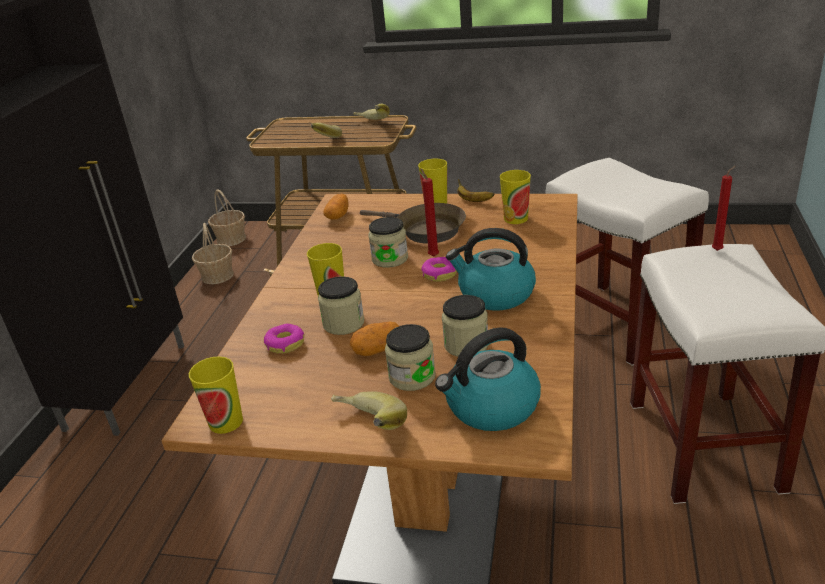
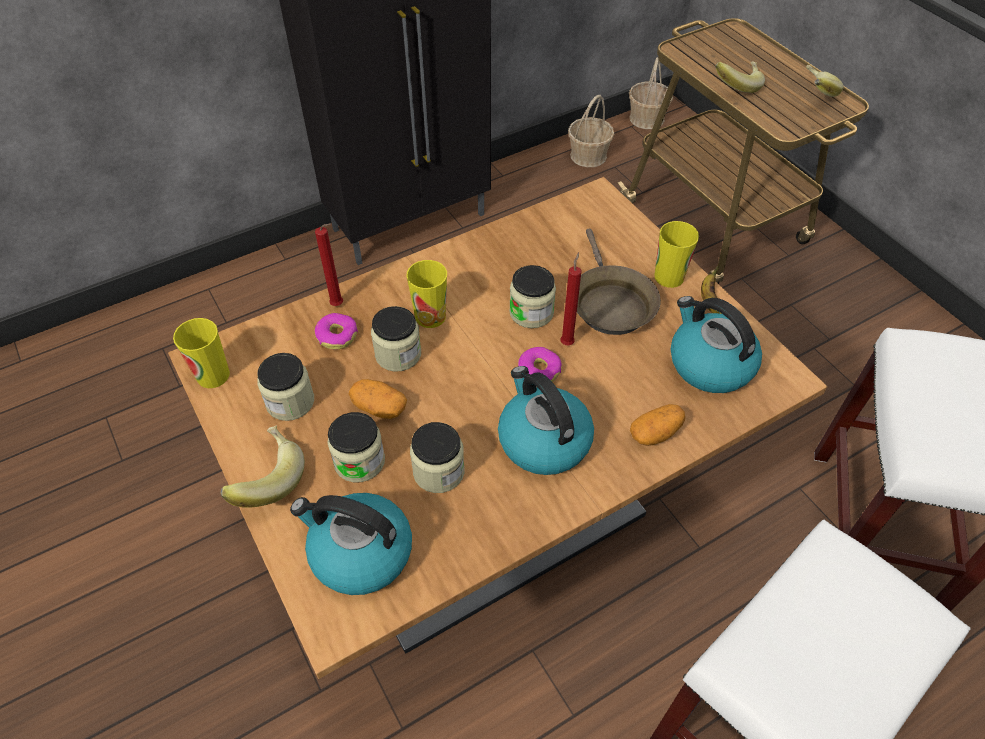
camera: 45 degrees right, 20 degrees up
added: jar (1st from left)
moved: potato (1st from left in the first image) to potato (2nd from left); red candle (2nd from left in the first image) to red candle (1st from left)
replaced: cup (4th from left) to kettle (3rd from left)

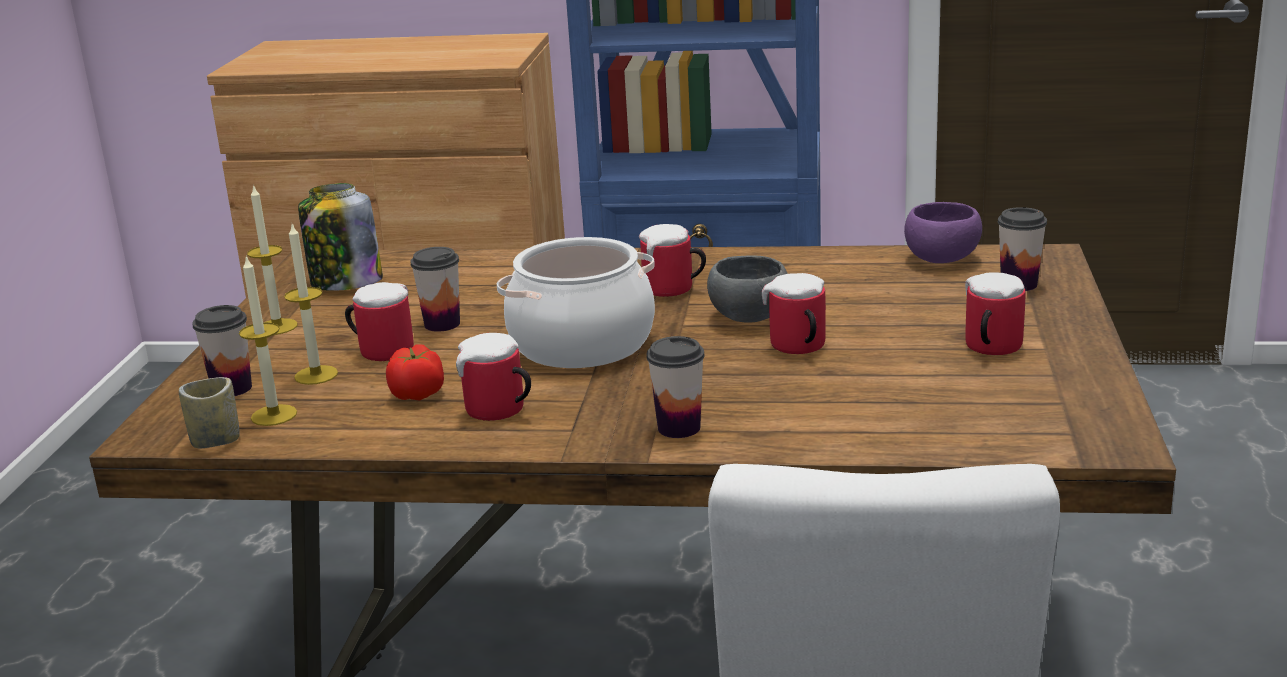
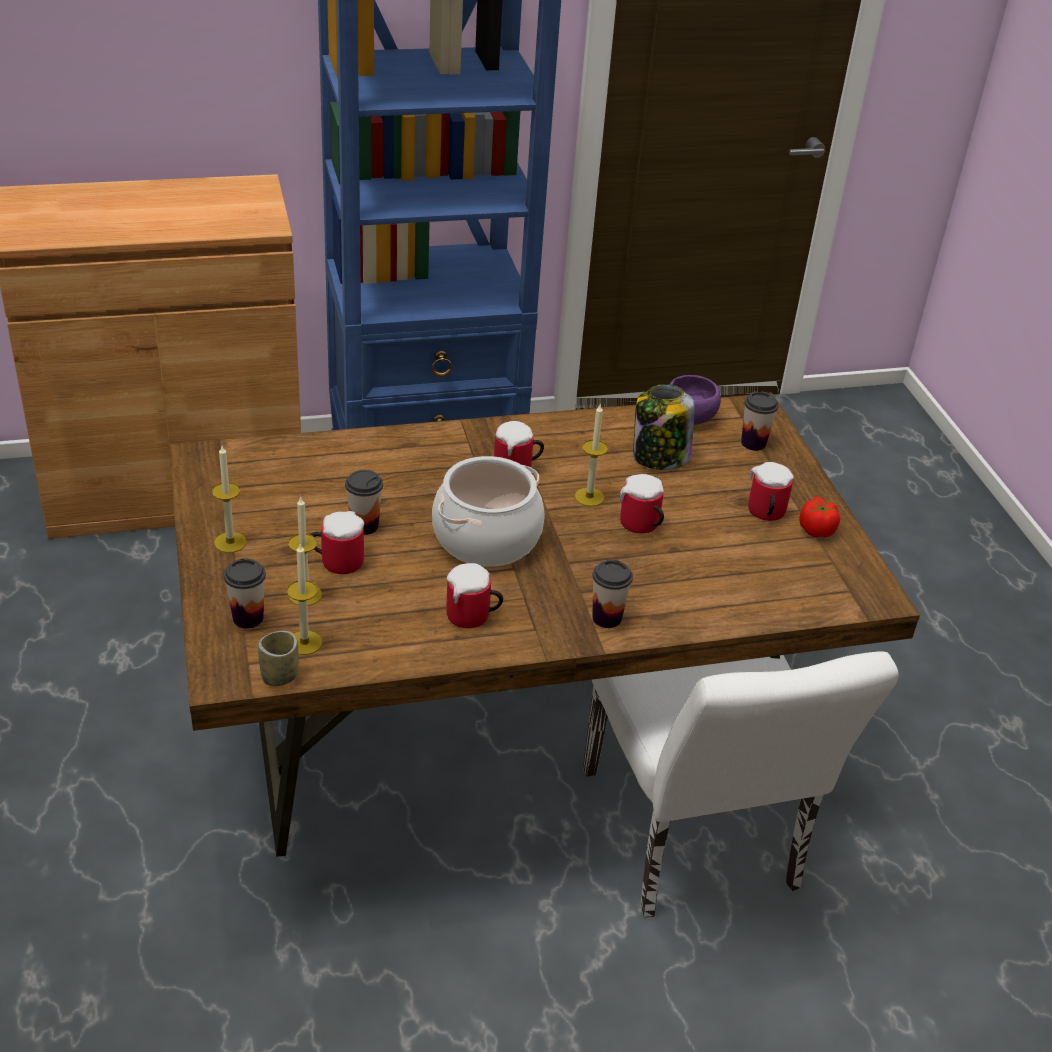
camera: 25 degrees left, 15 degrees up
moved: jar; tomato
replaced: grey bowl to candle (4th from left)

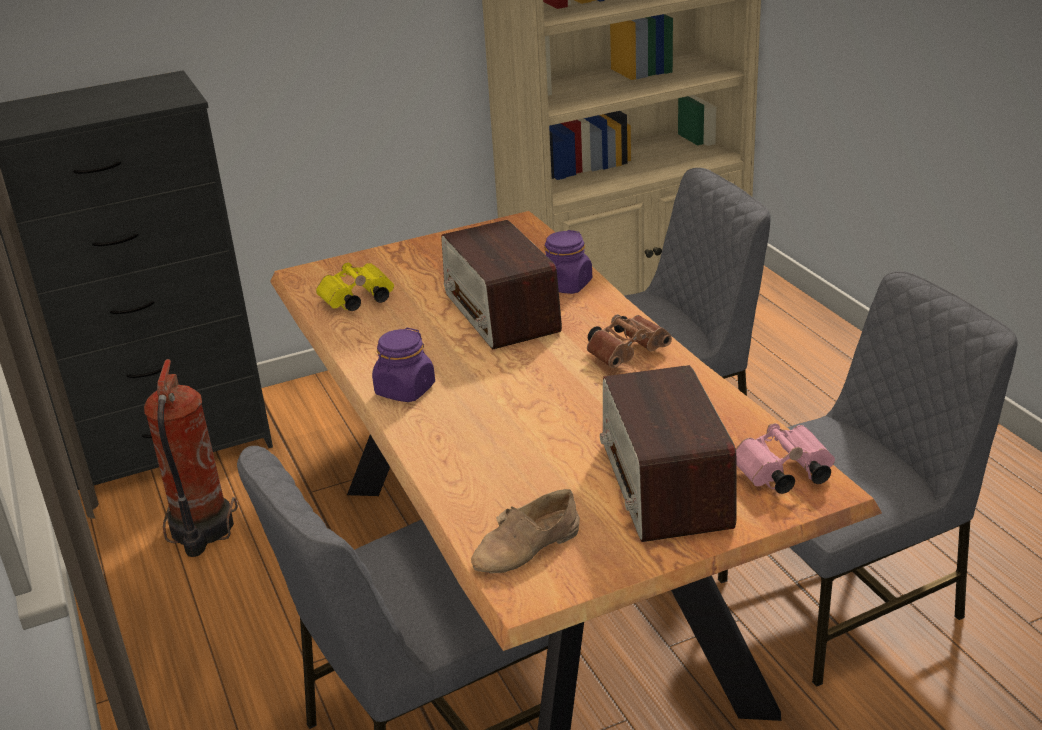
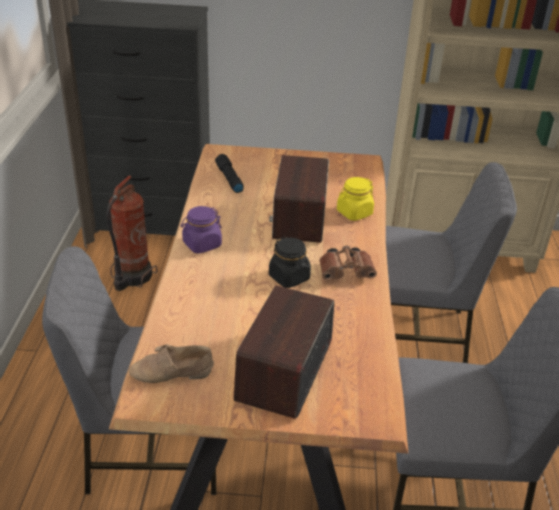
camera: 25 degrees right, 5 degrees up
removed: pink binoculars
added: black jar
replaced: yellow binoculars to black flashlight
recoloured: purple jar (2nd from left) to yellow jar

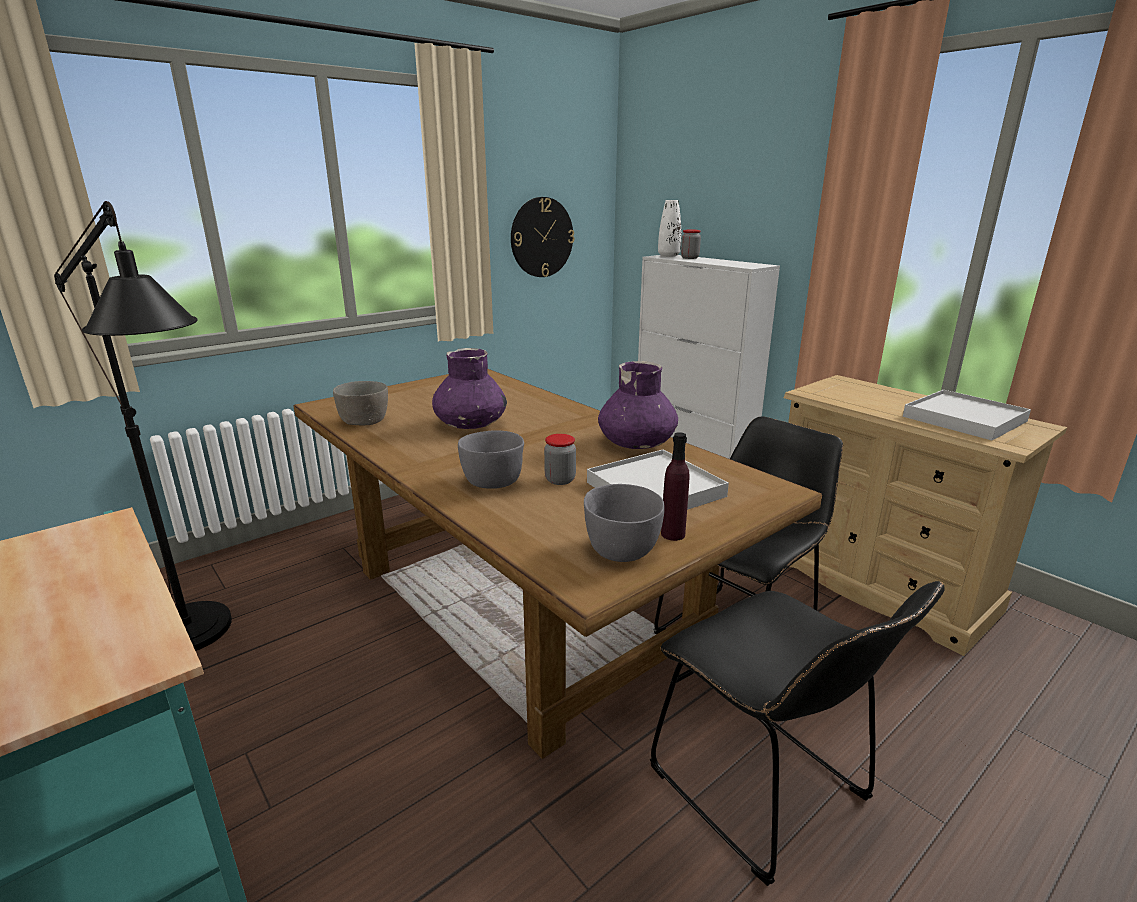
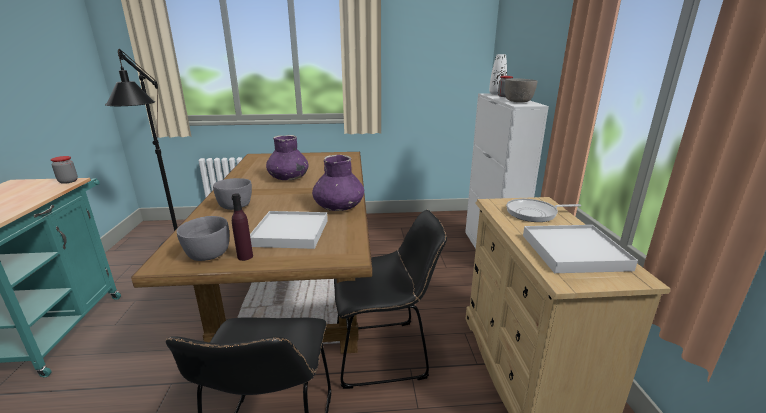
camera: 35 degrees right, 0 degrees up
removed: wall clock
added: frying pan
moved: grey bowl (1st from left in the first image) to grey bowl (3rd from left); jar (1st from left)

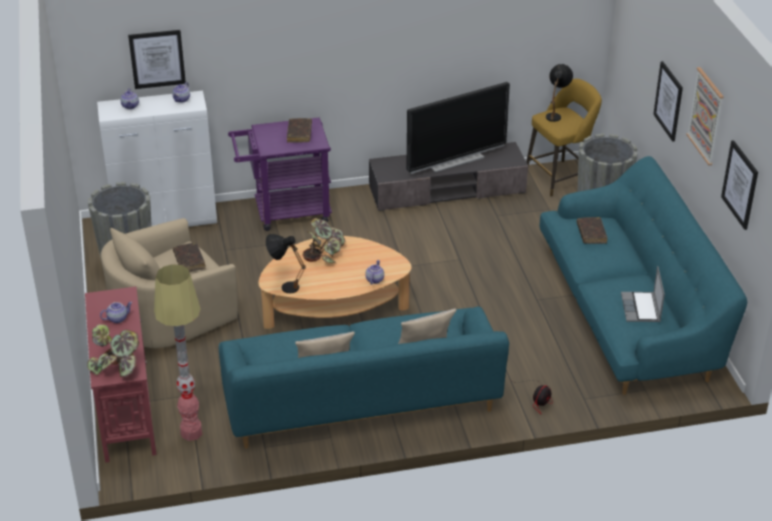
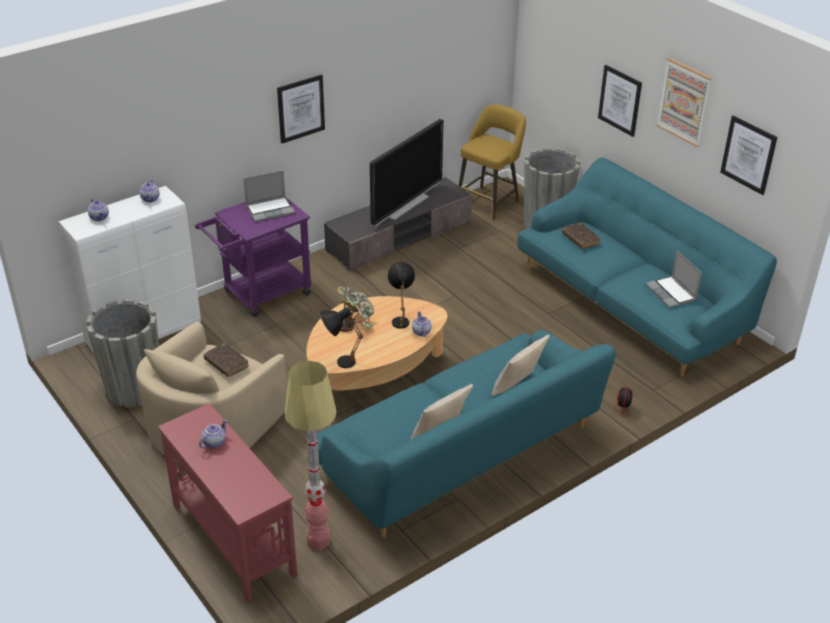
camera: 25 degrees left, 0 degrees up
removed: potted plant (1st from left)
moved: picture (1st from left); black table lamp (2nd from left)
replaced: brown book (2nd from left) to laptop (1st from left)

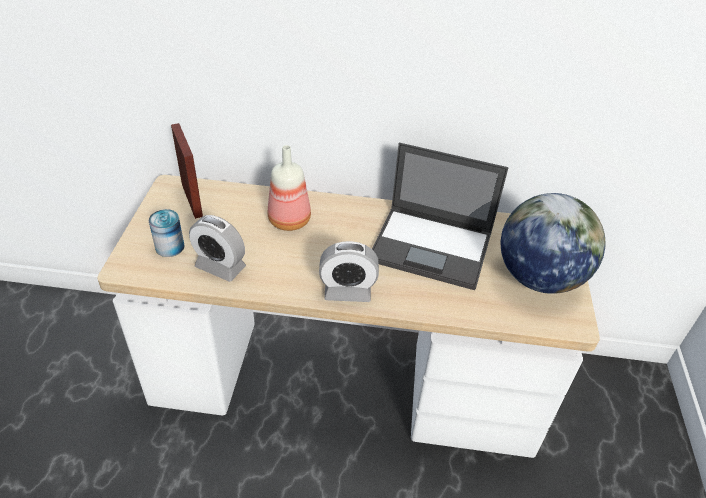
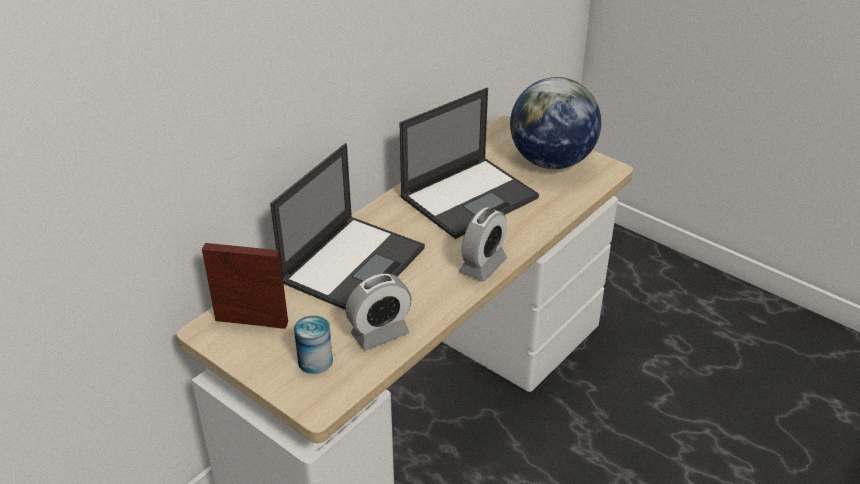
camera: 55 degrees left, 5 degrees down
replaced: bottle to laptop (1st from left)

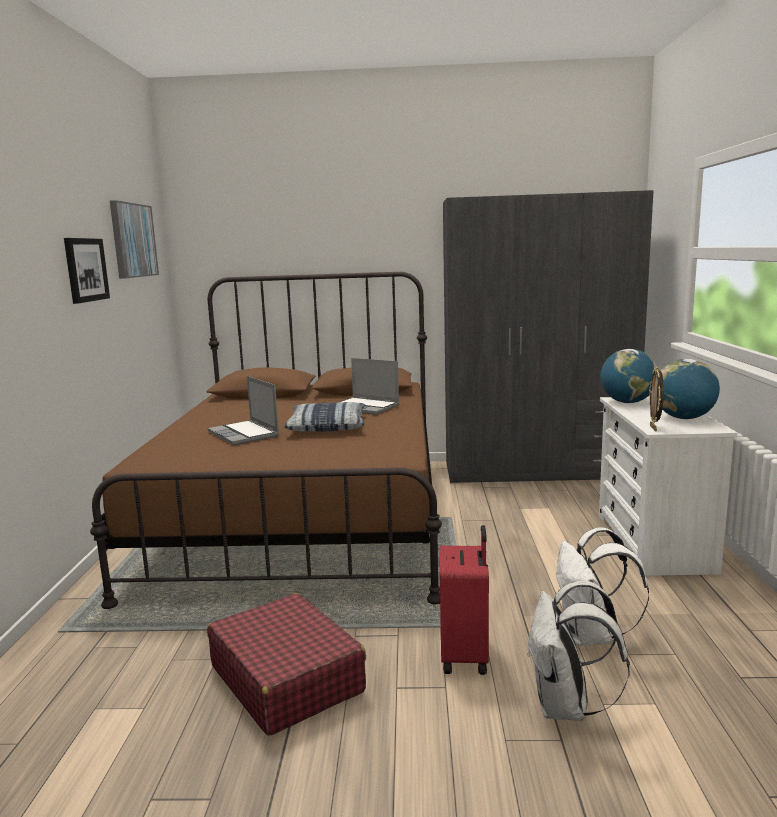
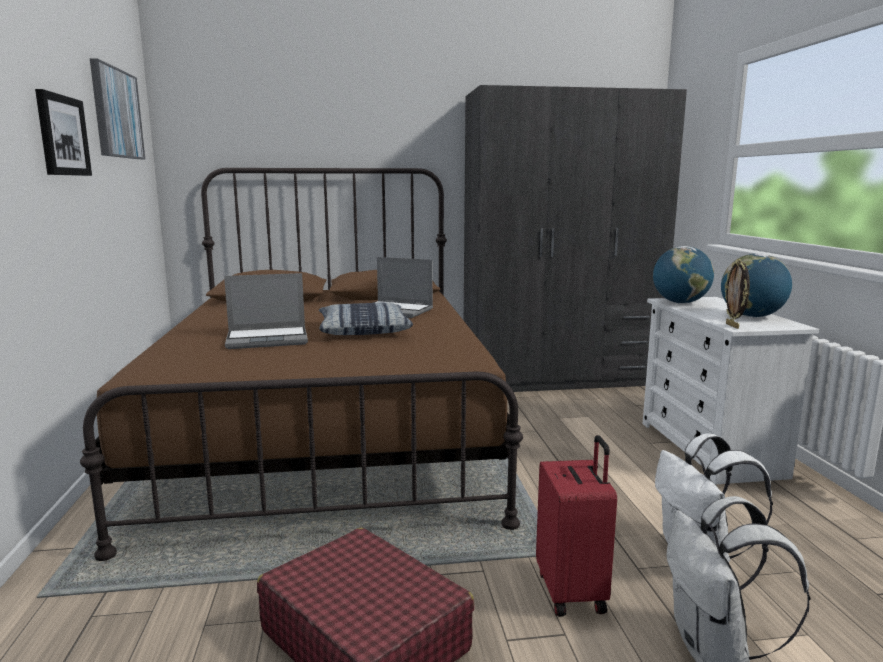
camera: 10 degrees left, 0 degrees up
turned: laptop (1st from left) 60 degrees counterclockwise

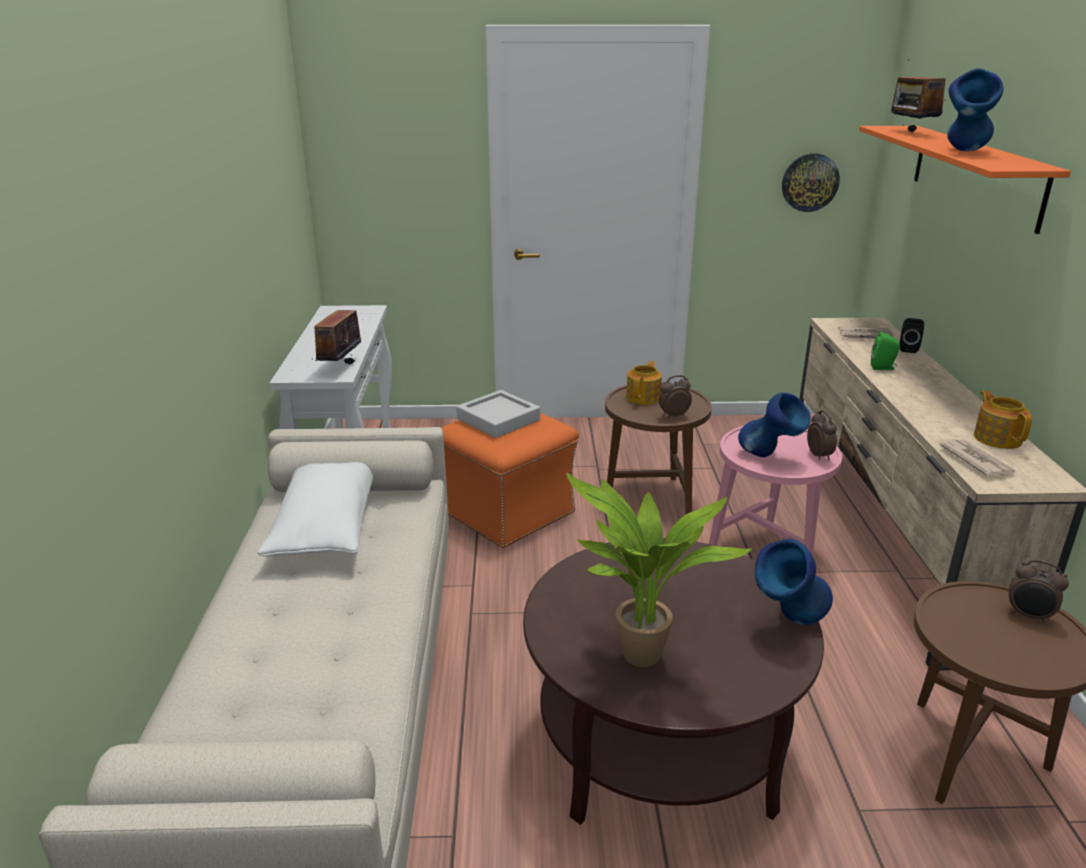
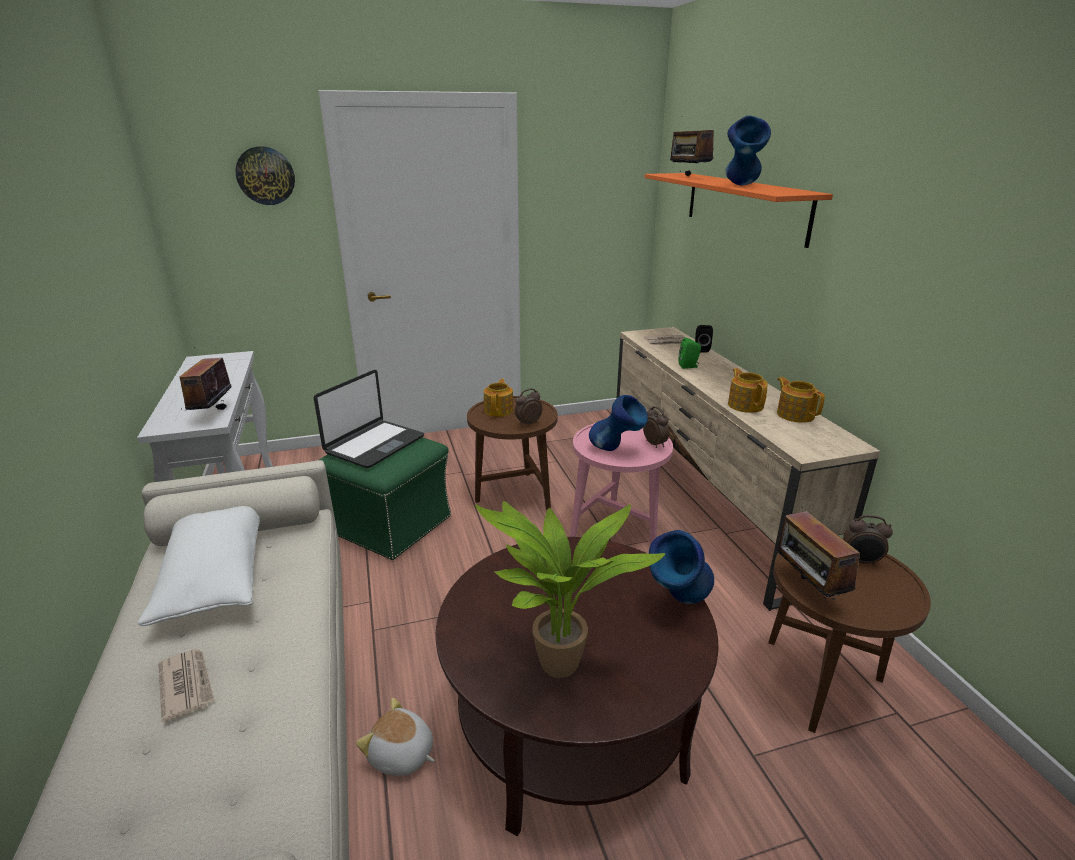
camera: 15 degrees left, 0 degrees up
added: plush toy; teapot (2nd from left); radio (3rd from left)
moved: wall clock; newspaper (2nd from left in the first image) to newspaper (1st from left)
replaced: grey tray to laptop
recoloured: orange ottoman to green ottoman

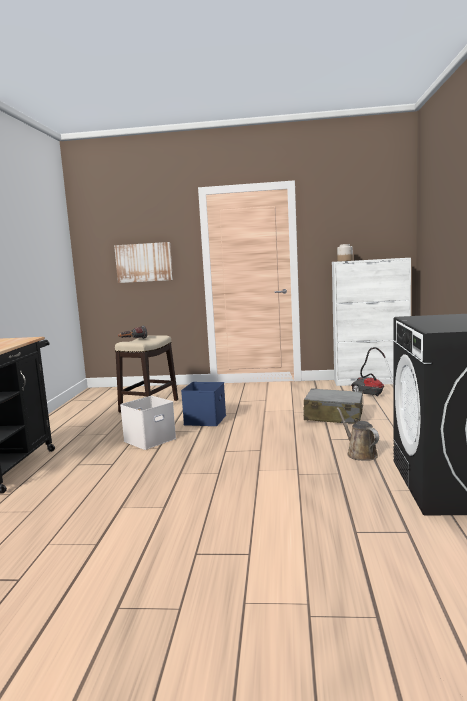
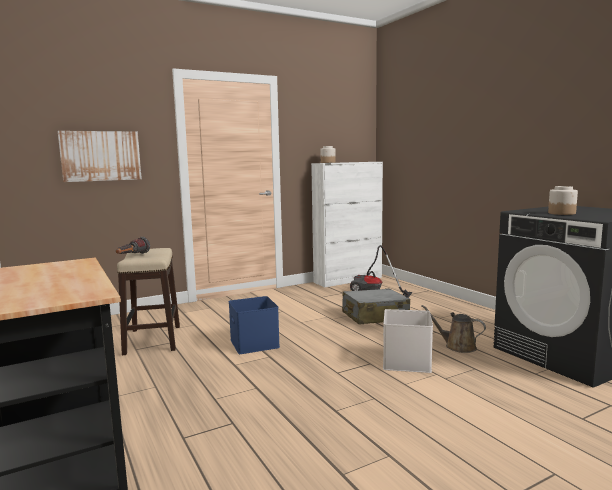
camera: 35 degrees left, 0 degrees up
added: jar (2nd from left)
moved: white storage box

